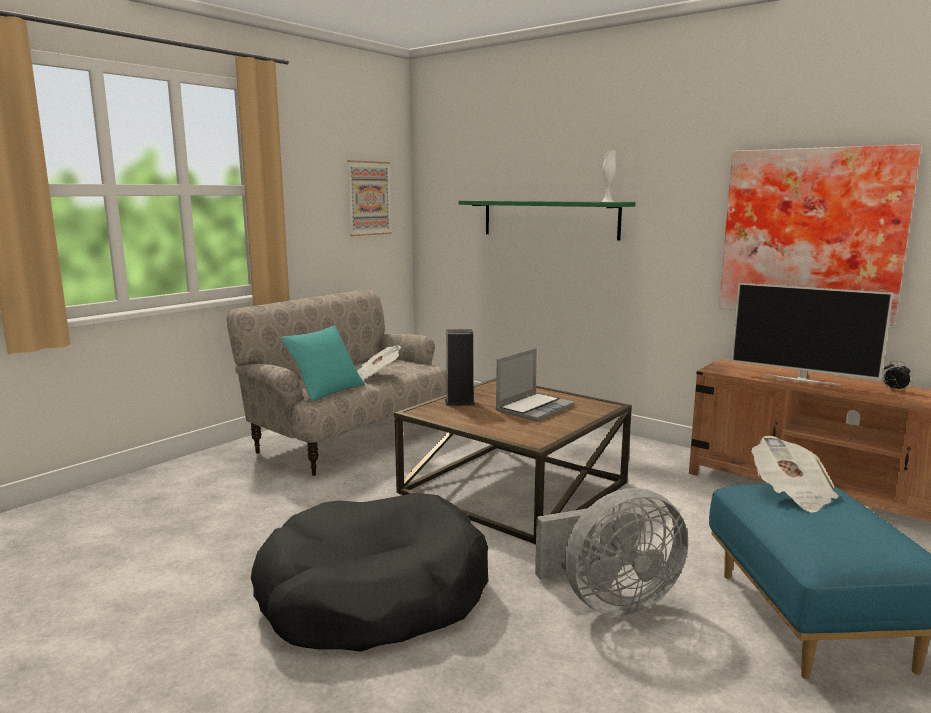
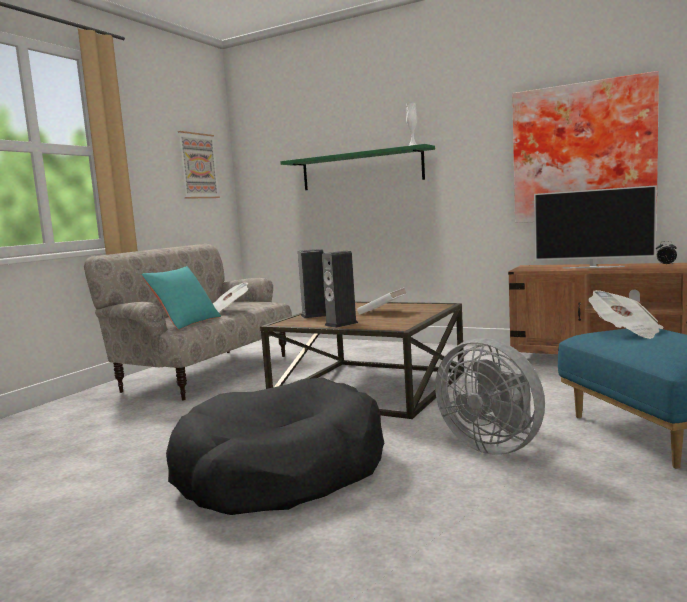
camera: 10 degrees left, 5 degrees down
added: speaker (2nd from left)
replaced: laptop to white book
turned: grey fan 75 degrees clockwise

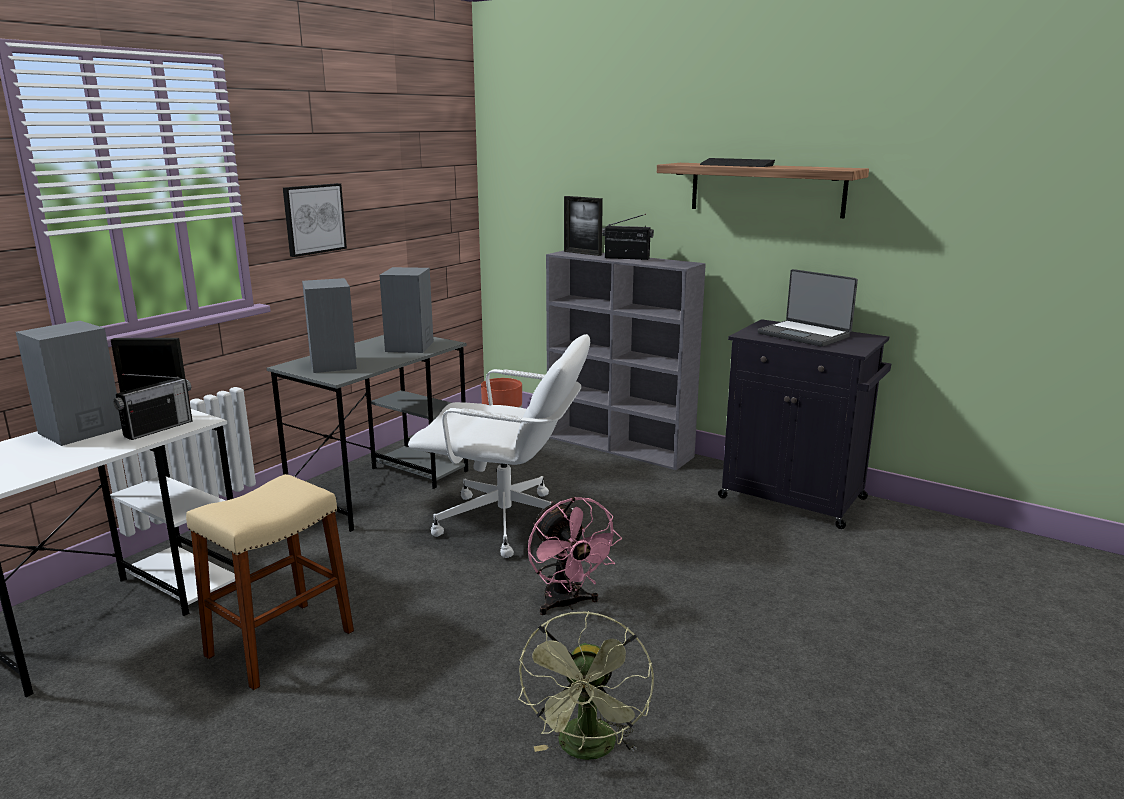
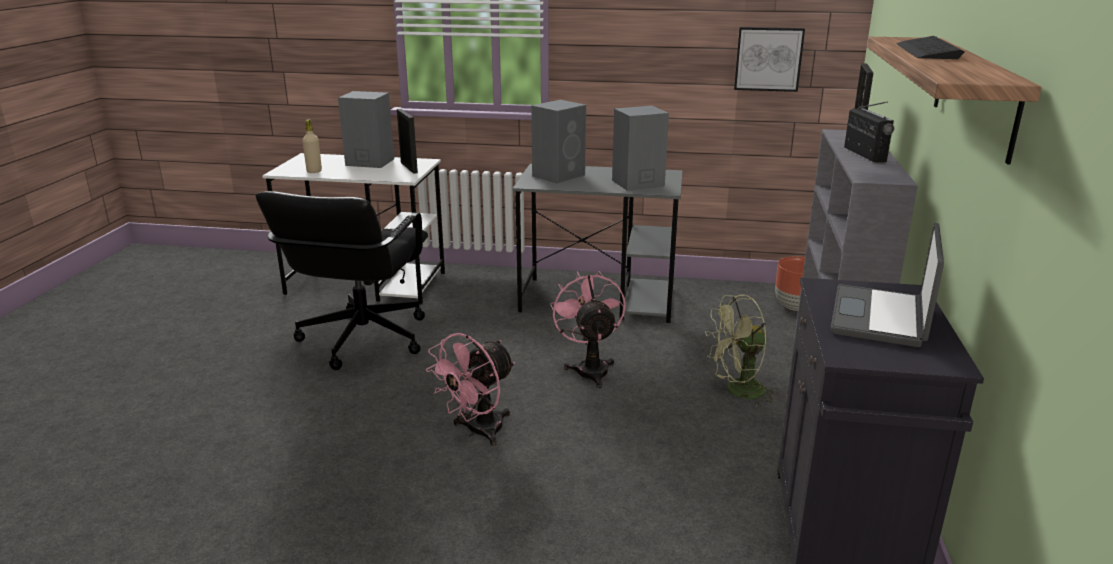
camera: 65 degrees right, 5 degrees up
removed: radio (1st from left)
added: beige bottle
moved: picture; green fan
replaced: beige stool to black office chair; white office chair to pink fan (2nd from left)

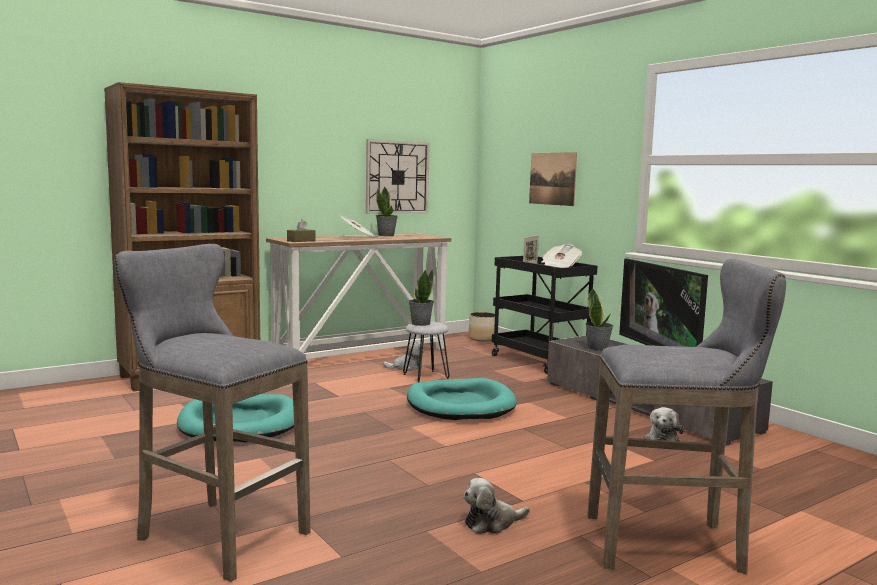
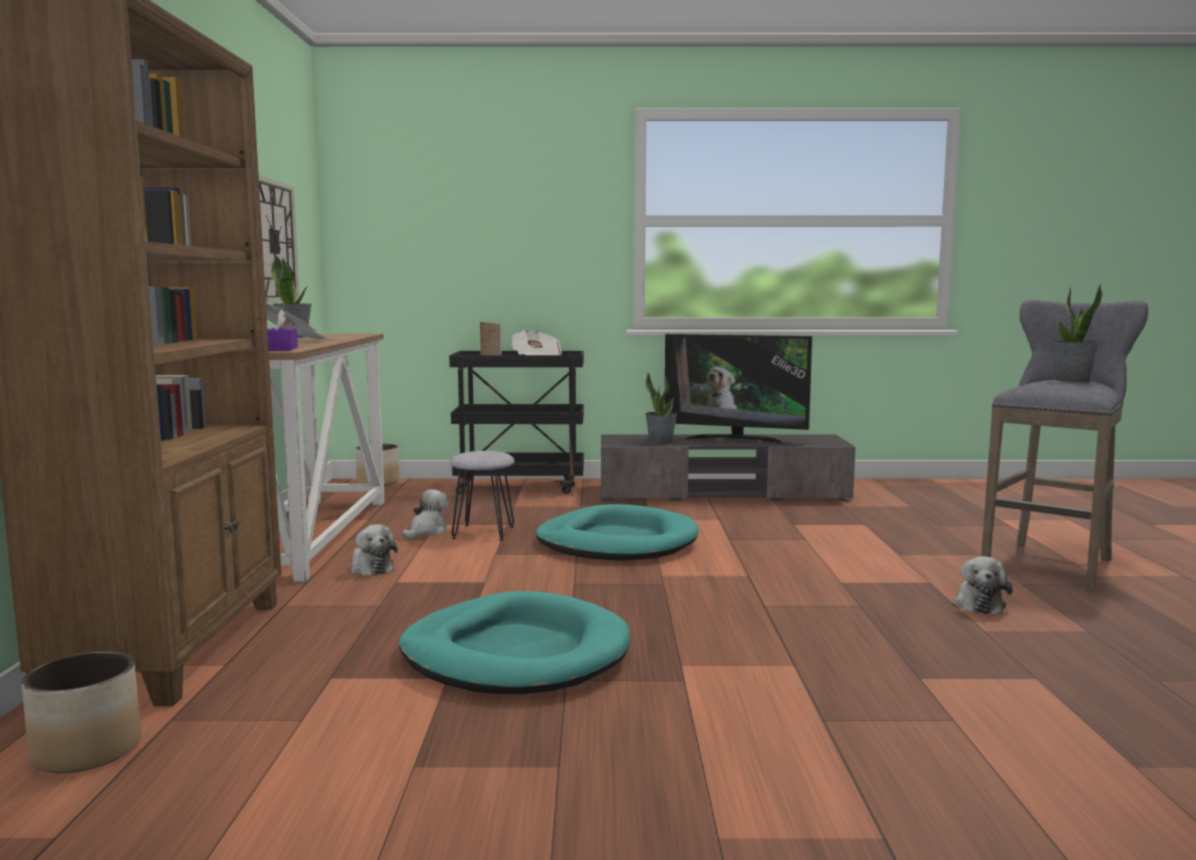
camera: 55 degrees left, 0 degrees up
removed: grey stool (1st from left); picture
added: planter (1st from left)
moved: potted plant (2nd from left in the first image) to potted plant (3rd from left); plush toy (3rd from left in the first image) to plush toy (1st from left)
recoloured: brown tissue box to purple tissue box

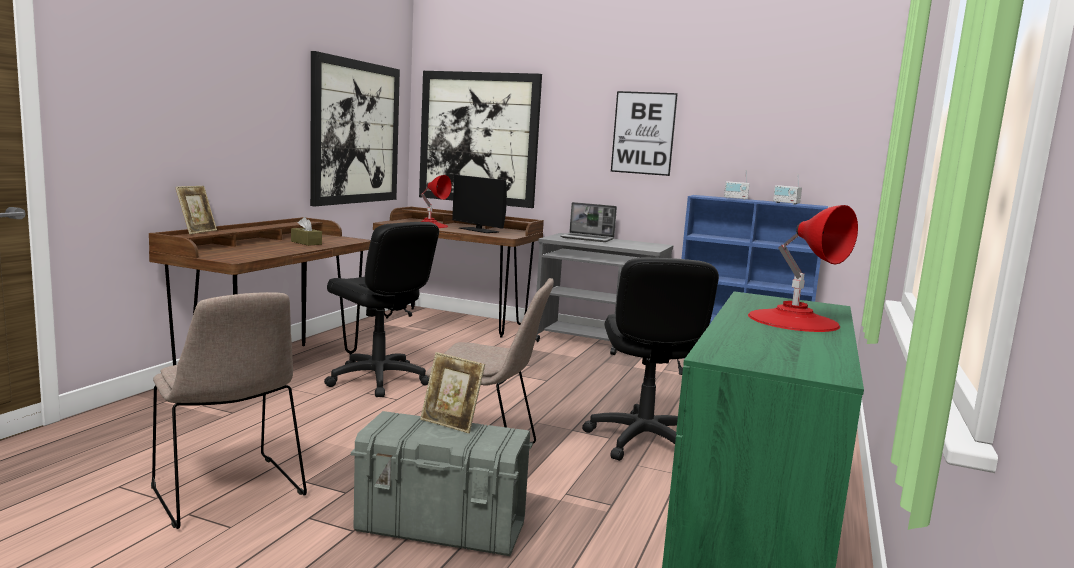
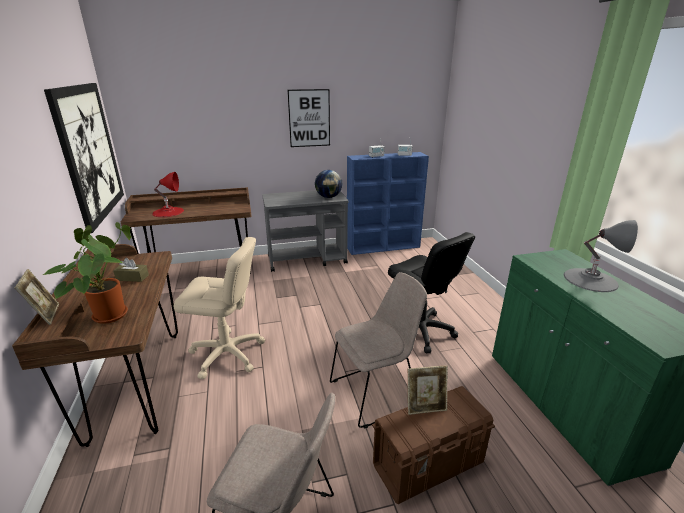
camera: 35 degrees left, 15 degrees up
removed: picture (2nd from left); monitor; laptop
added: potted plant; globe
recoloured: black office chair (1st from left) to beige office chair; grey storage box to brown storage box; red table lamp (2nd from left) to grey table lamp

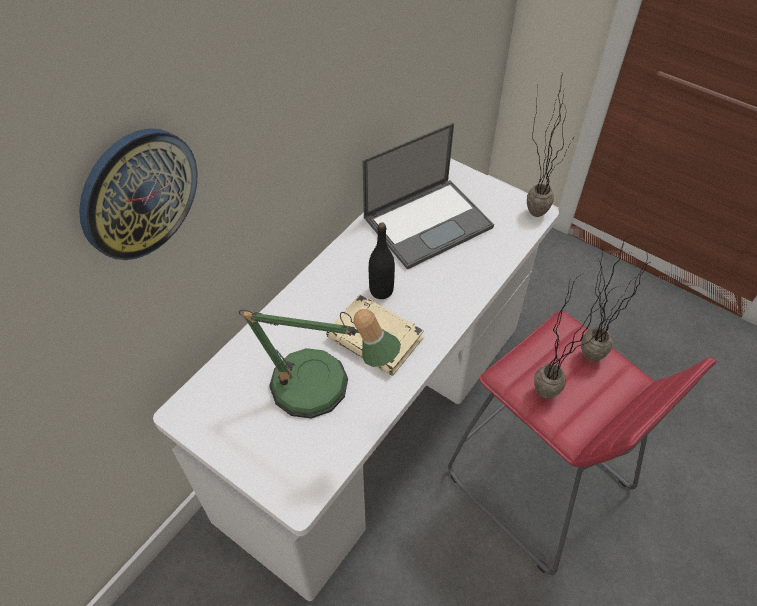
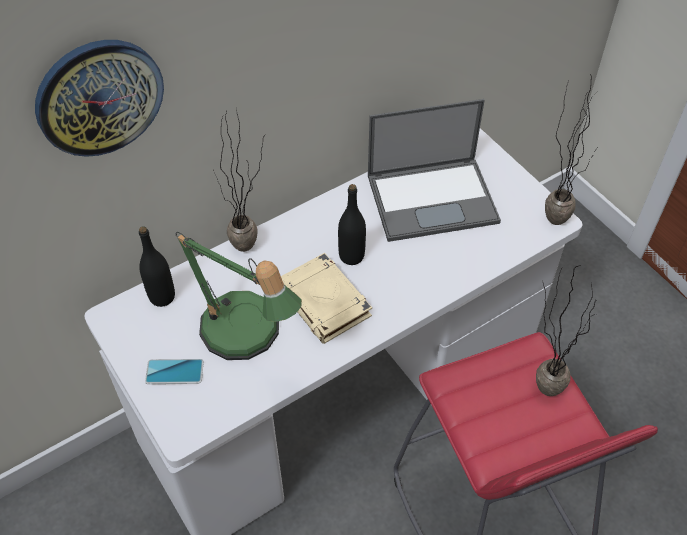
camera: 20 degrees right, 0 degrees up
added: black bottle (1st from left); phone
moved: potted plant (2nd from left in the first image) to potted plant (1st from left)

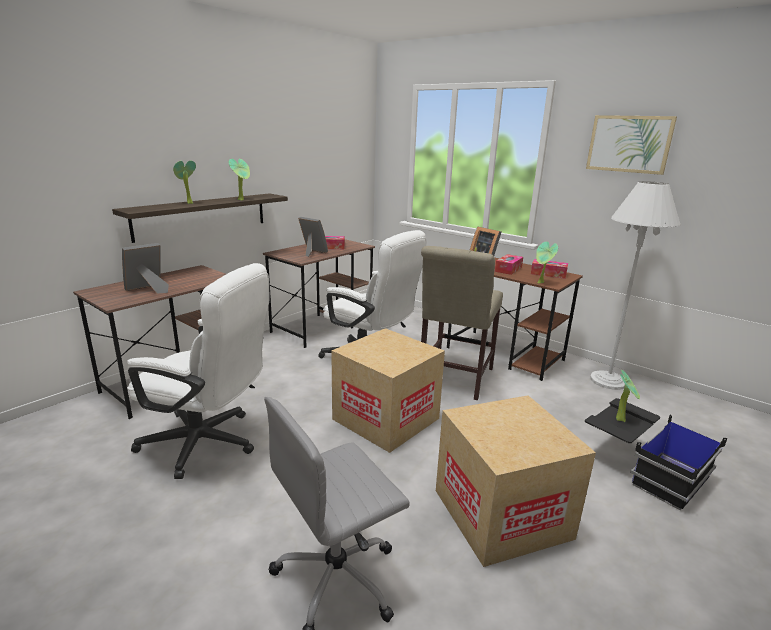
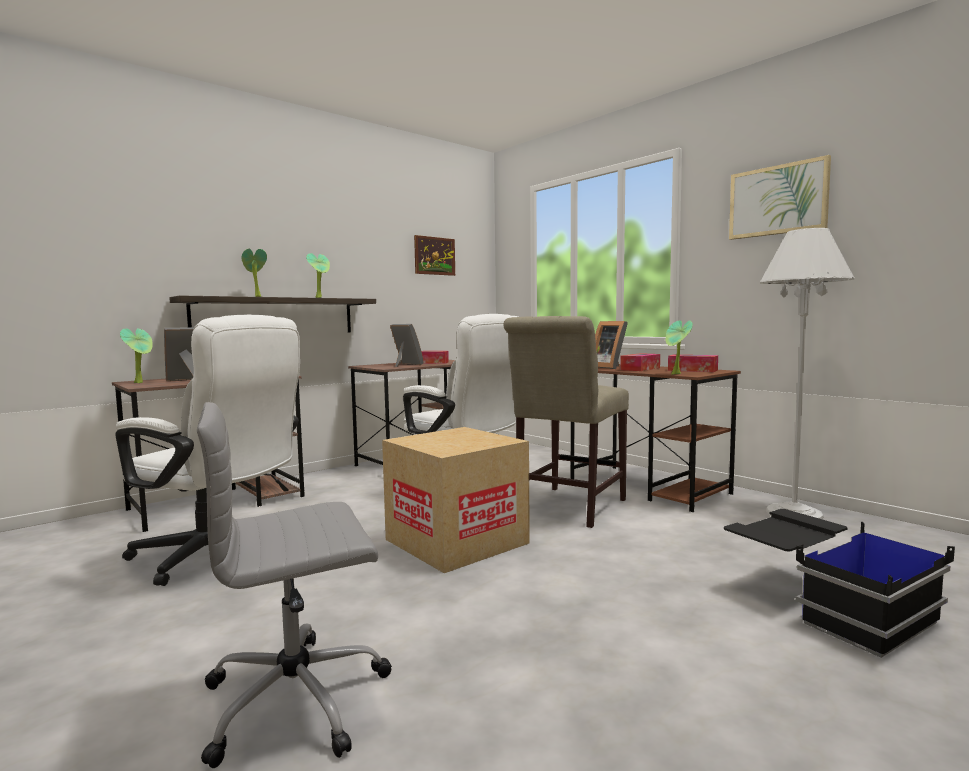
camera: 10 degrees right, 15 degrees down
removed: cardboard box (2nd from left)
added: picture (1st from left)
moved: potted plant (4th from left in the first image) to potted plant (1st from left)

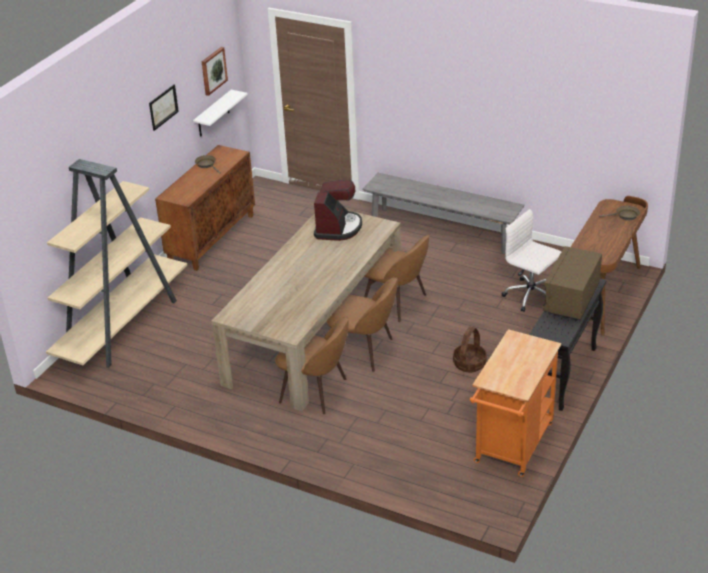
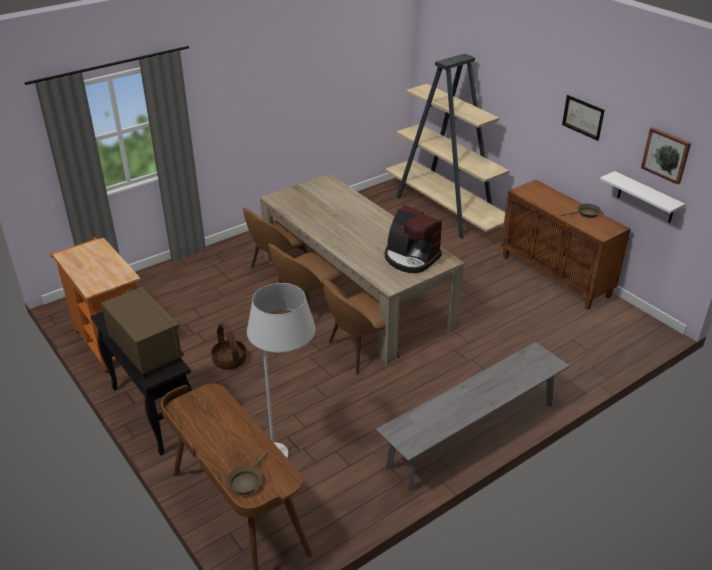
camera: 115 degrees right, 0 degrees up
replaced: white office chair to white floor lamp

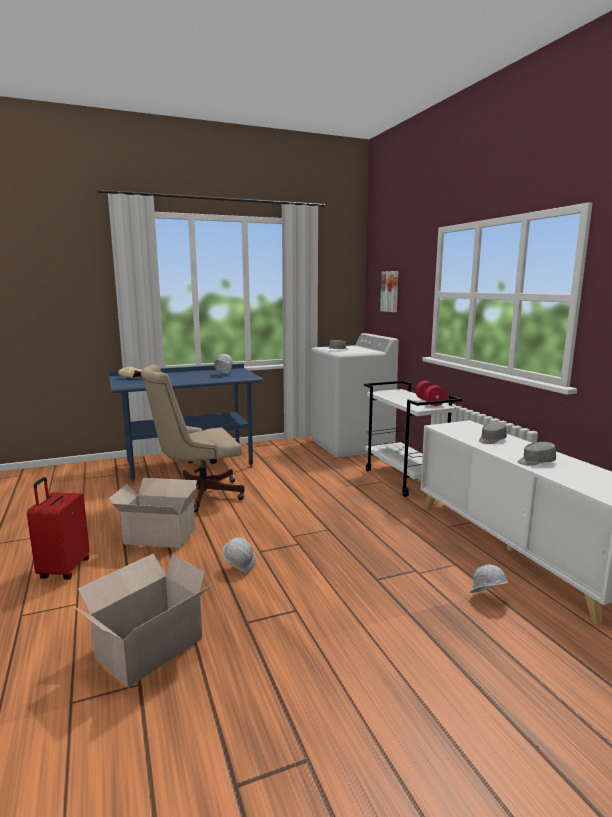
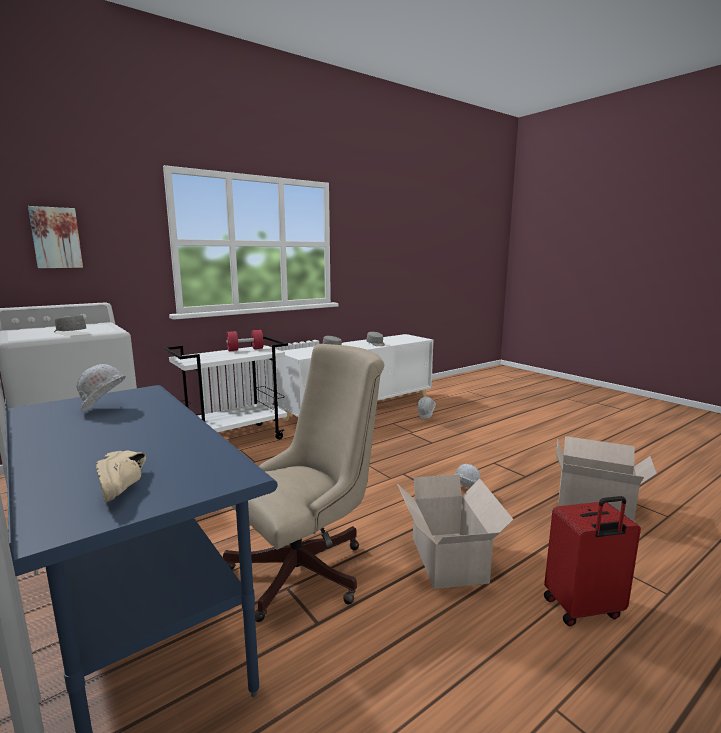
camera: 105 degrees left, 0 degrees up
turned: beige office chair 90 degrees counterclockwise

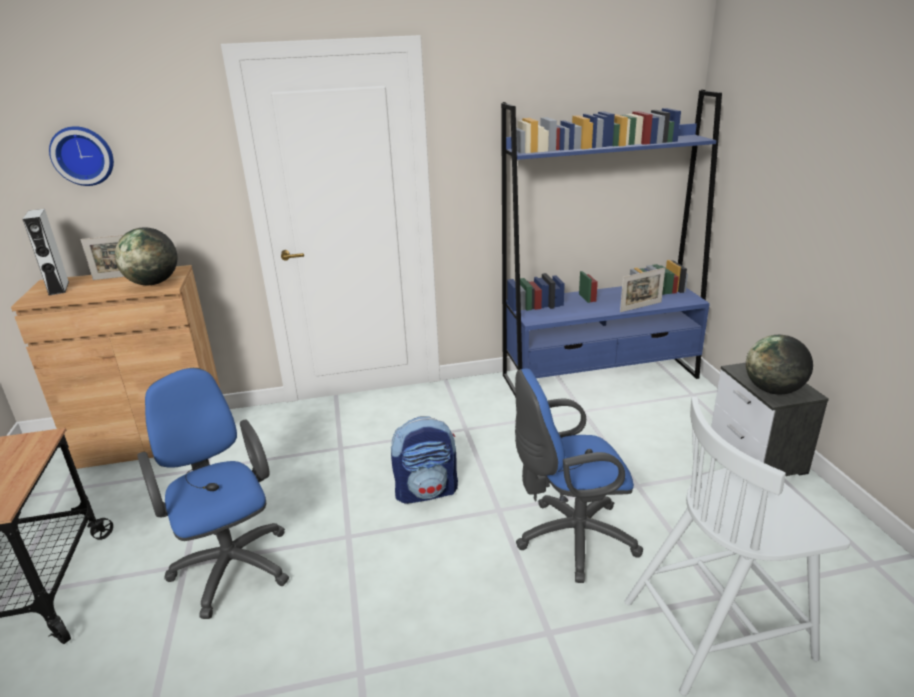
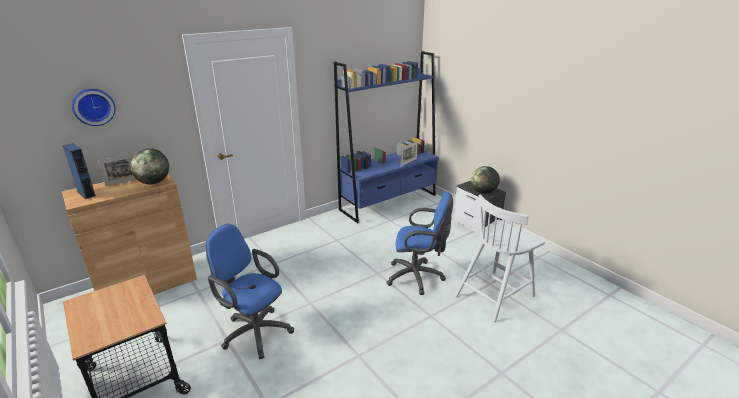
camera: 25 degrees left, 0 degrees up
removed: backpack
recoloured: white speaker to blue speaker
turned: blue office chair (2nd from left) 135 degrees counterclockwise

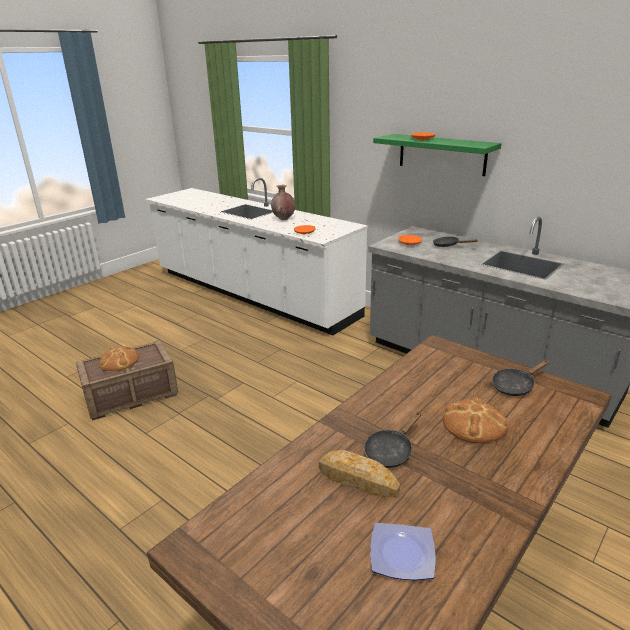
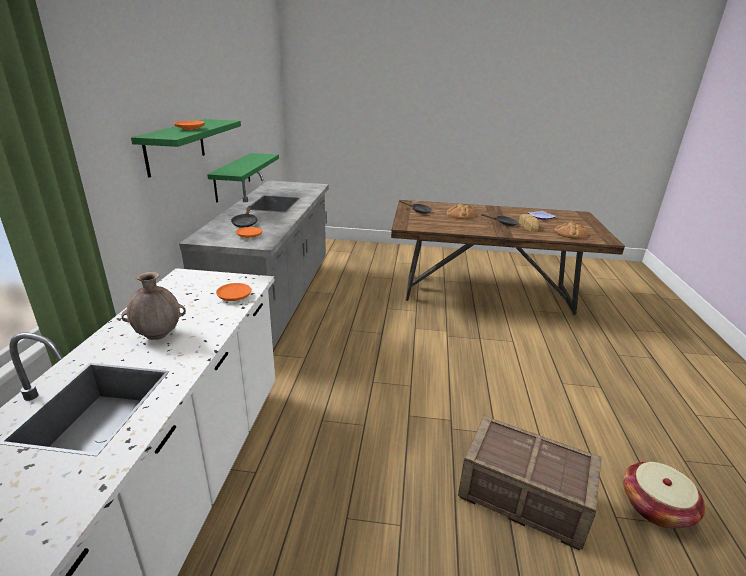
camera: 125 degrees left, 0 degrees up
added: green shelf (2nd from left); basket
moved: bread (1st from left in the first image) to bread (3rd from left)

